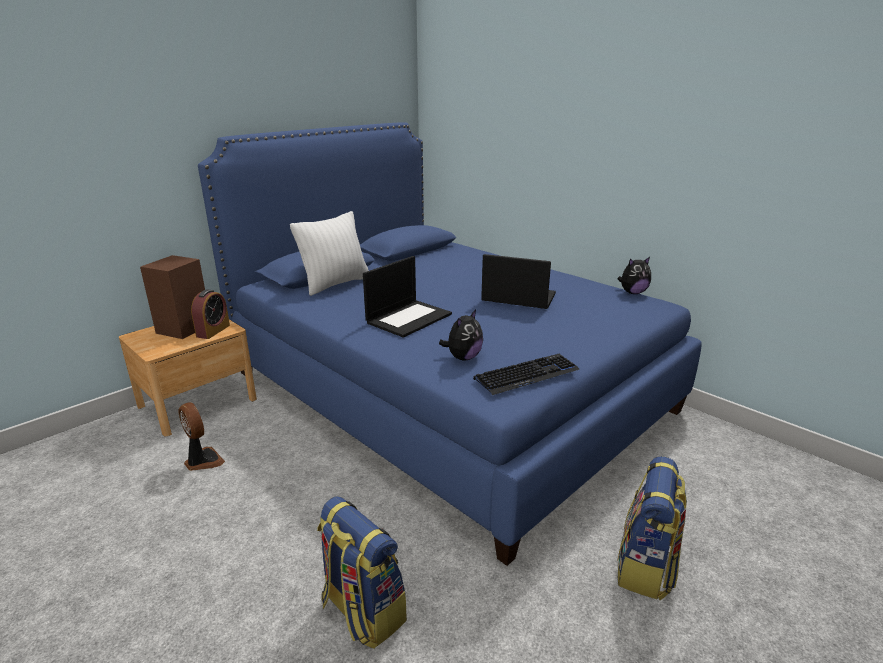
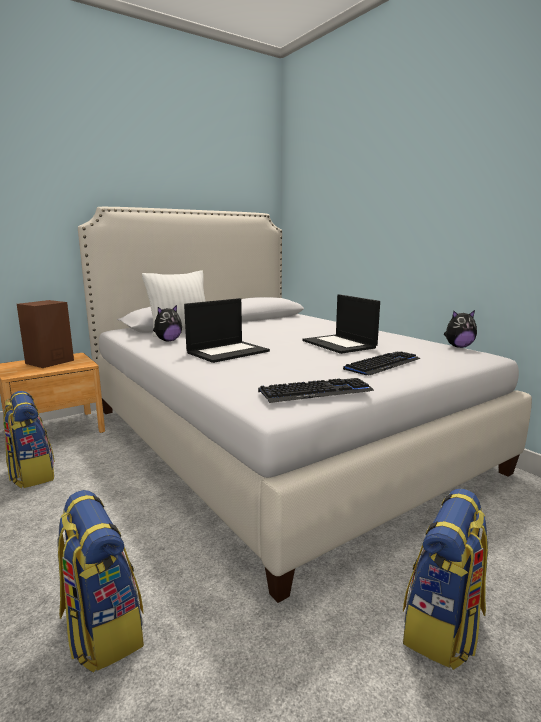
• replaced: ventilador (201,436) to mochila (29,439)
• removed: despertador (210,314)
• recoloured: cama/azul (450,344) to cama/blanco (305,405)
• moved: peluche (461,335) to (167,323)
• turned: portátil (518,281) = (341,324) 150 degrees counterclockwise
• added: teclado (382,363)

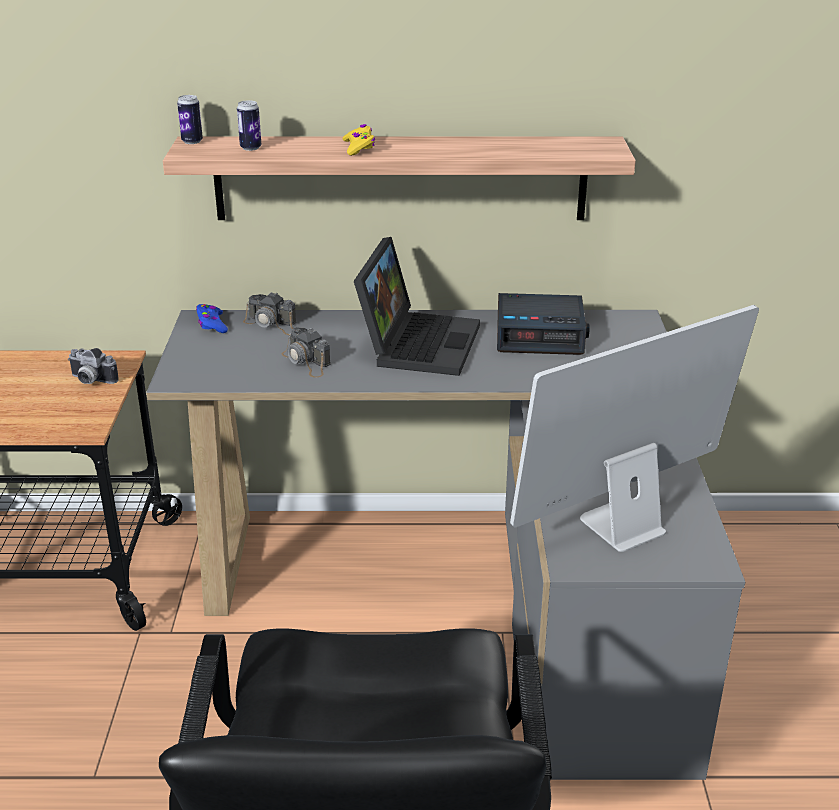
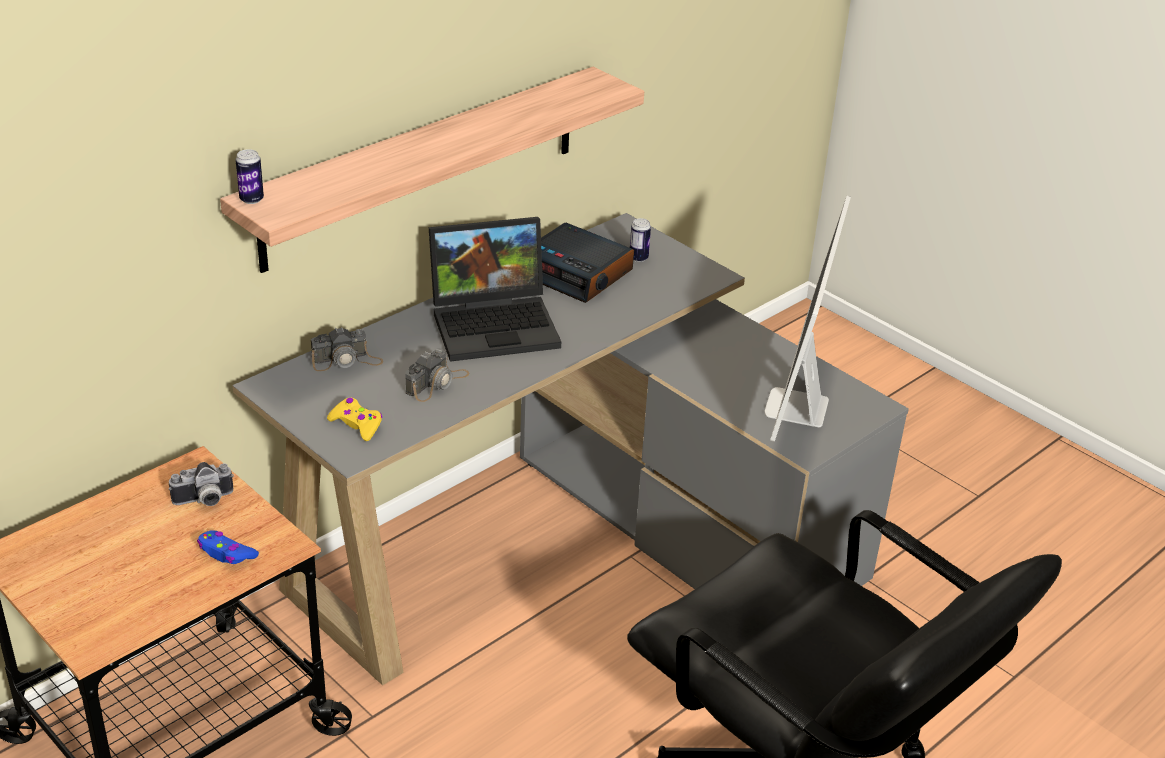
• moved: mando de consola/azul (212,318) to (228,547)
• moved: lata (249,125) to (640,240)
• turned: cámara (306,352) = (437,375) 60 degrees counterclockwise
• moved: mando de consola/amarillo (358,140) to (354,419)
• turned: portátil (417,306) = (495,289) 105 degrees clockwise
• turned: despertador (543,324) = (587,263) 75 degrees clockwise

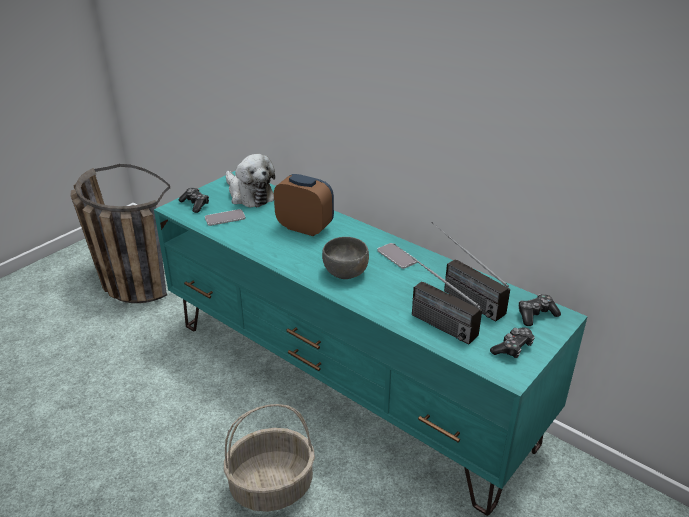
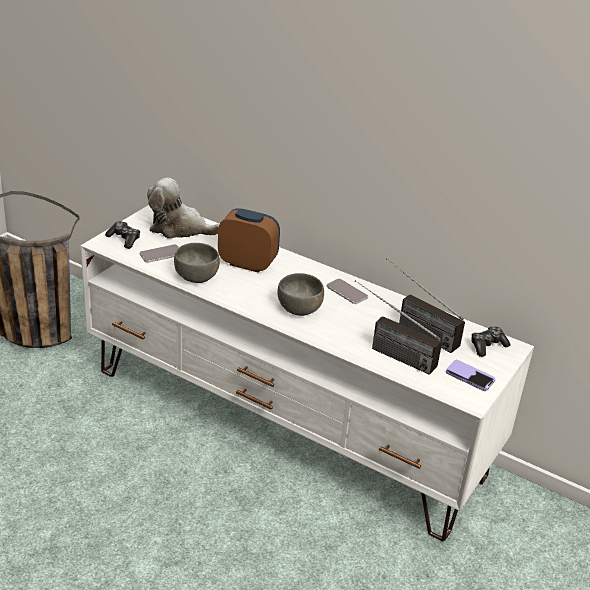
• recoloured: mueble de televisión/turquesa (371,343) to mueble de televisión/blanco (307,373)
• removed: cesta (269,458)
• turned: peluche (250,180) = (183,208) 150 degrees clockwise
• replaced: mando de consola (512,342) to móvil (470,375)
• added: cuenco/gris (197,263)

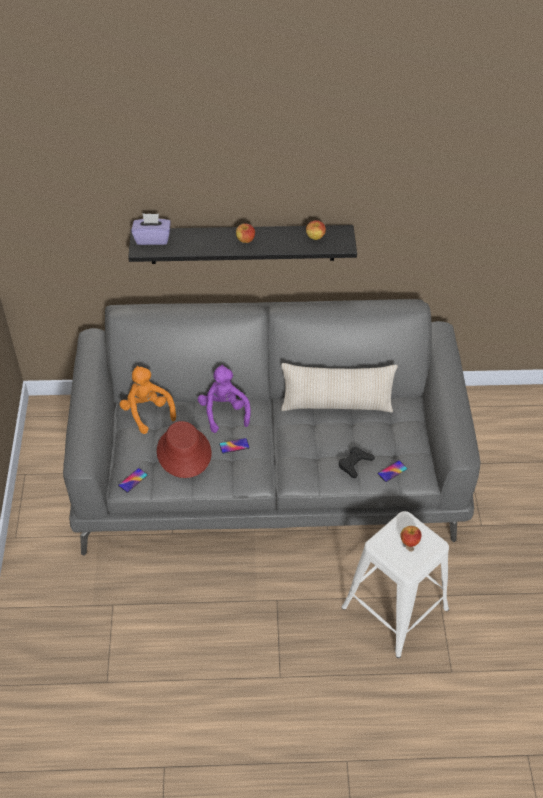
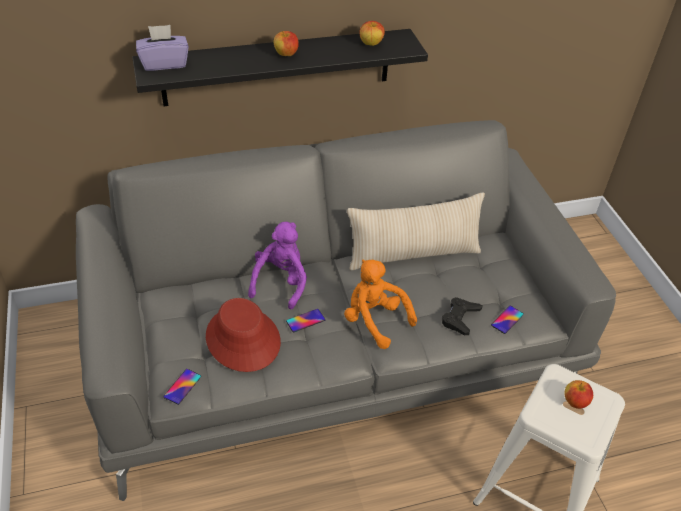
• moved: peluche/naranja (147,400) to (380,304)
• turned: peluche/morado (224,399) = (277,265) 45 degrees clockwise

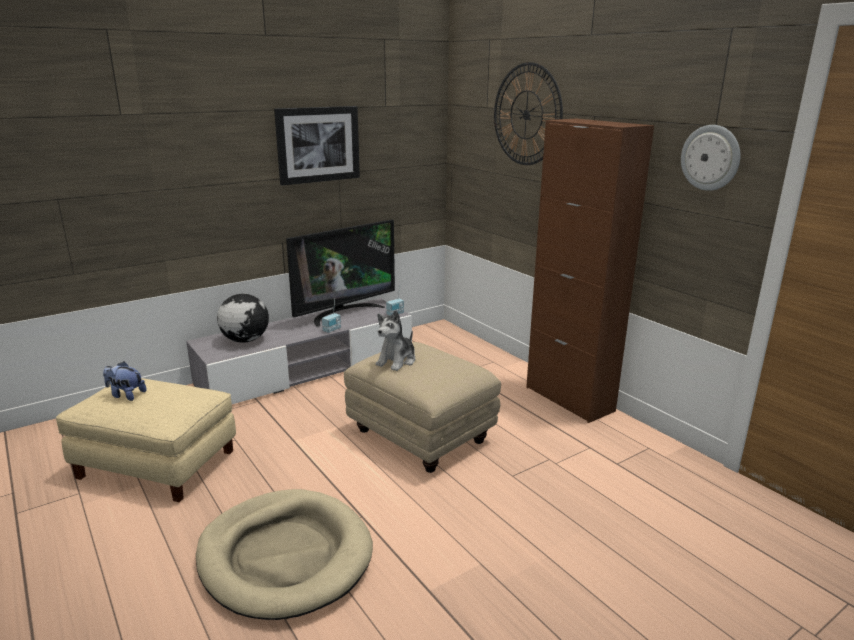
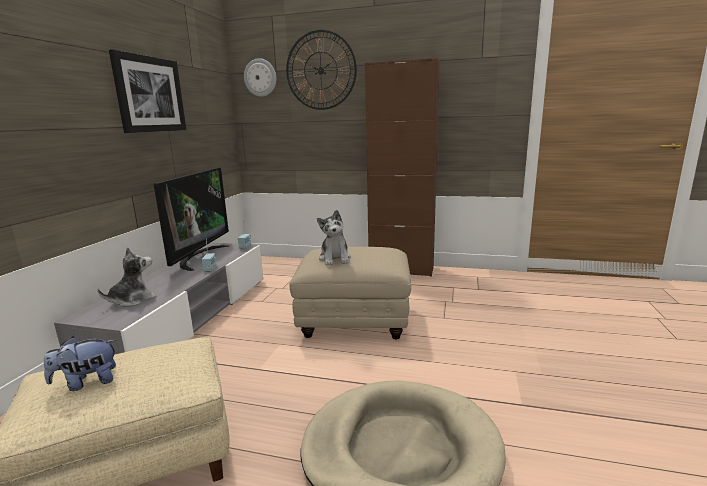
• replaced: globo terráqueo (243,318) to peluche (127,277)
• moved: reloj de pared (710,158) to (260,77)

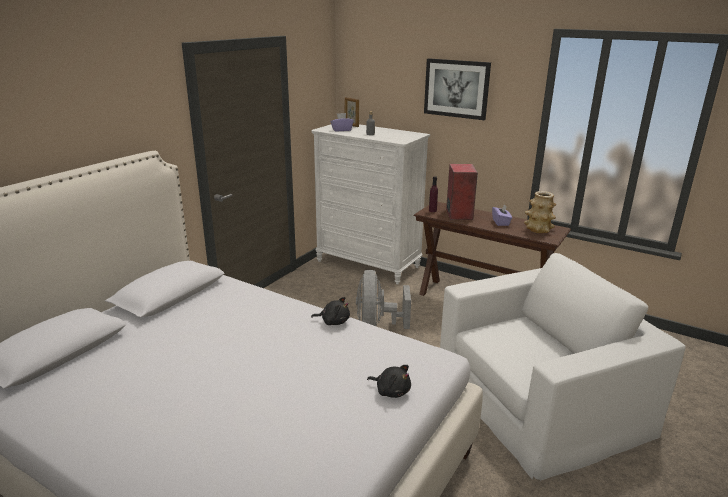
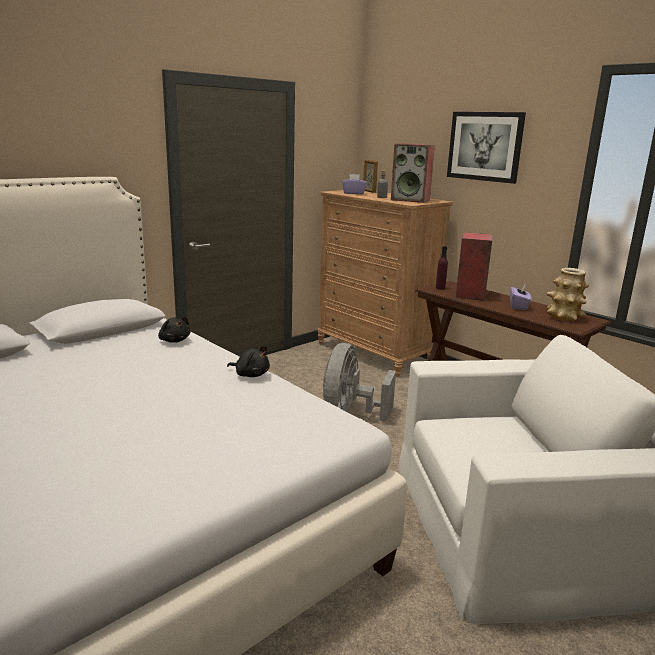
• recoloured: cómoda/blanco (370,204) to cómoda/marrón (385,283)
• moved: peluche/negro (389,381) to (174,330)
• added: altavoz (413,173)

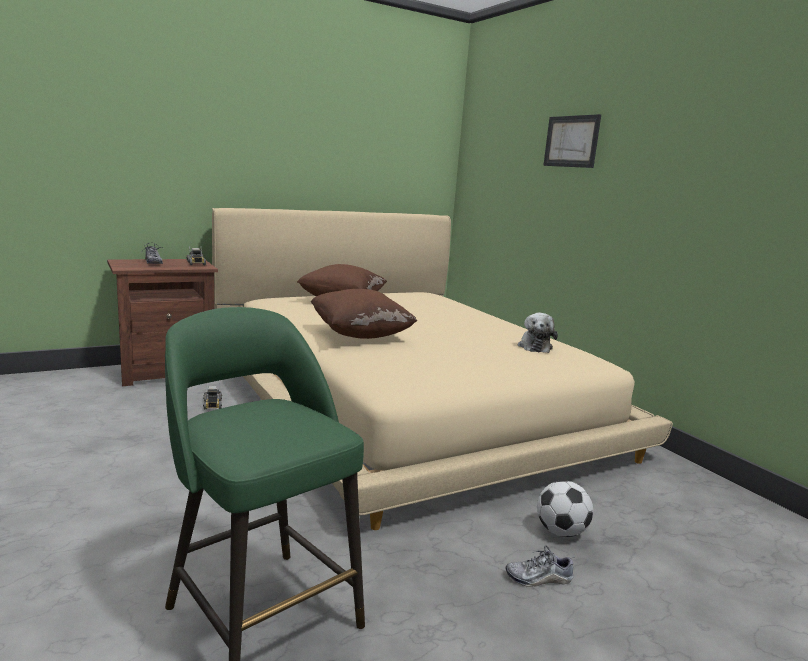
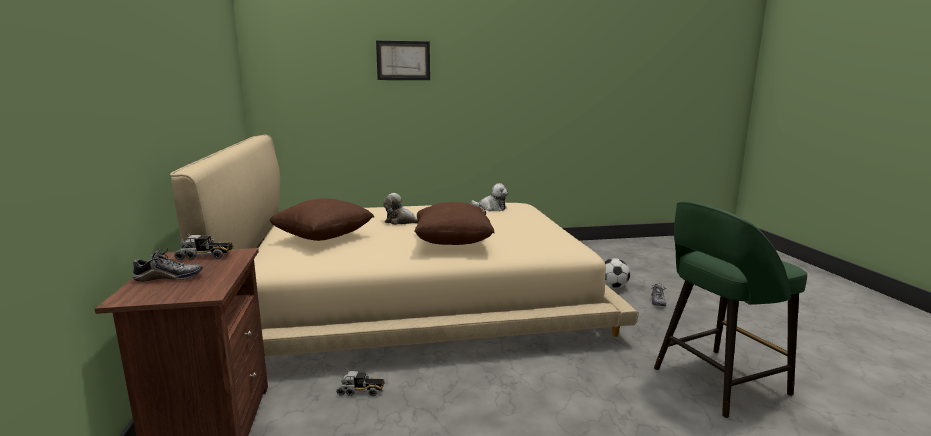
• added: peluche (400,209)

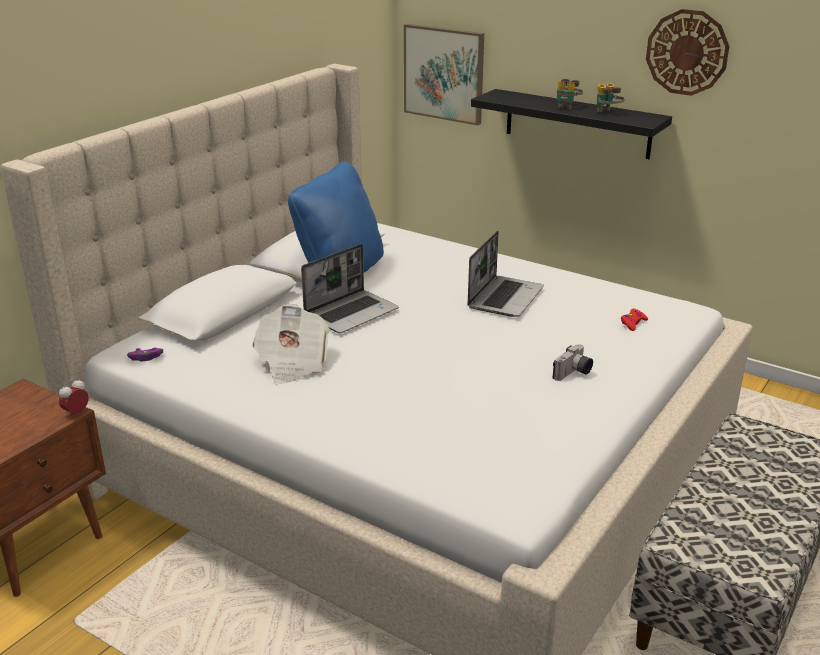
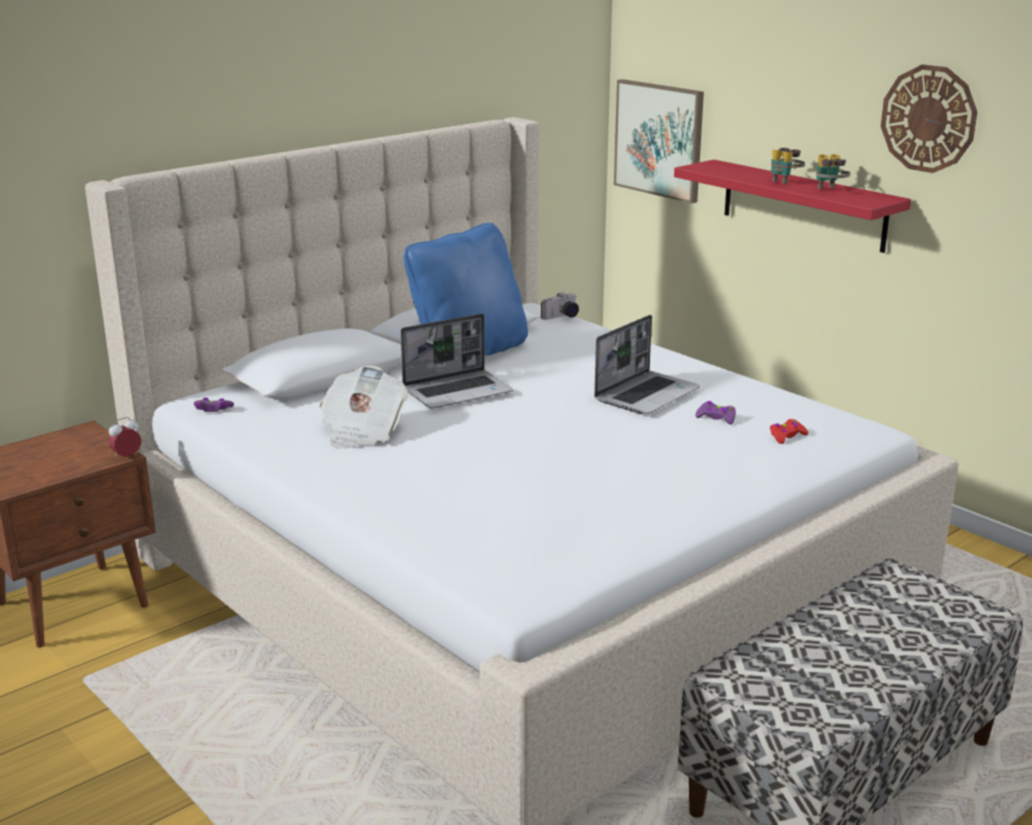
• recoloured: estante/negro (571,124) to estante/rojo (792,206)
• moved: cámara (573,362) to (560,306)
• added: mando de consola/morado (715,412)

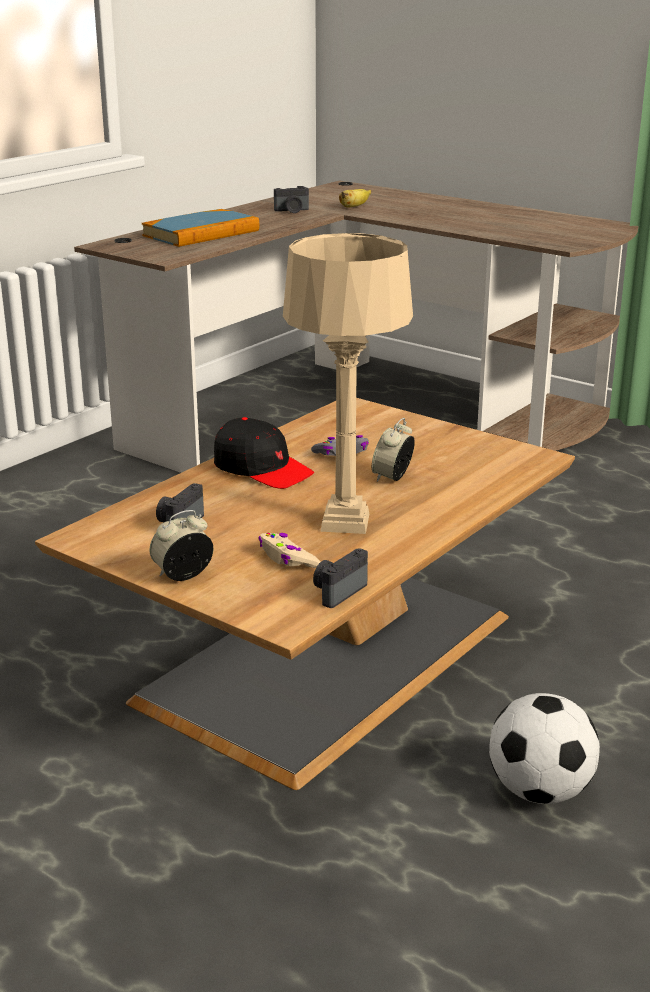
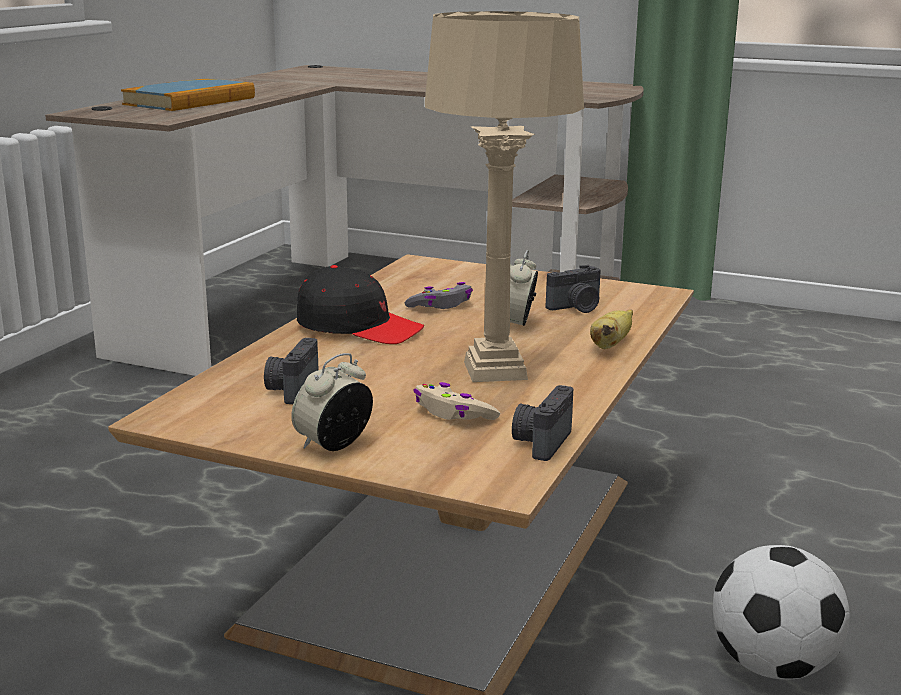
• moved: cámara (291,199) to (573,289)
• moved: plátano (355,198) to (611,329)

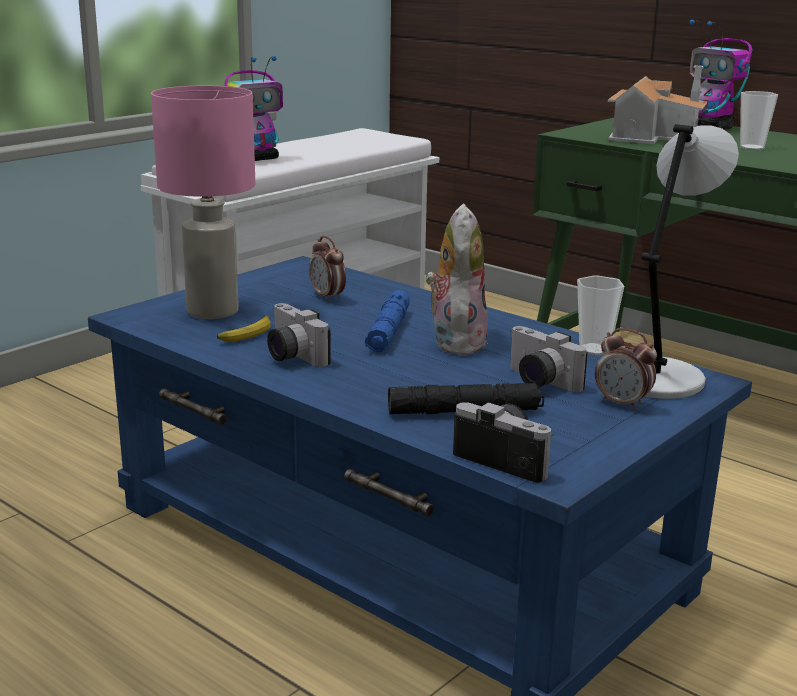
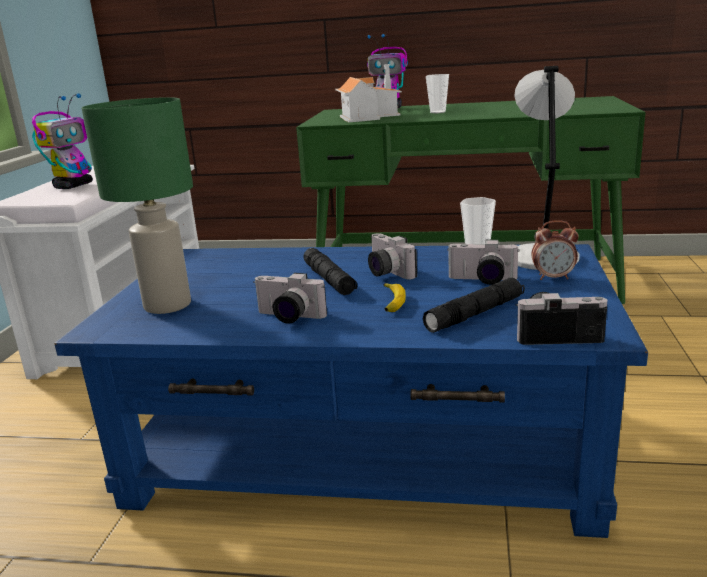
• recoloured: lámpara de mesa/rosa (203,202) to lámpara de mesa/verde (137,205)
• moved: plátano (244,328) to (395,297)
• removed: despertador (327,269)
• recoloured: linterna/azul (387,321) to linterna/negro (330,271)
• replaced: peluche (457,279) to cámara (392,256)

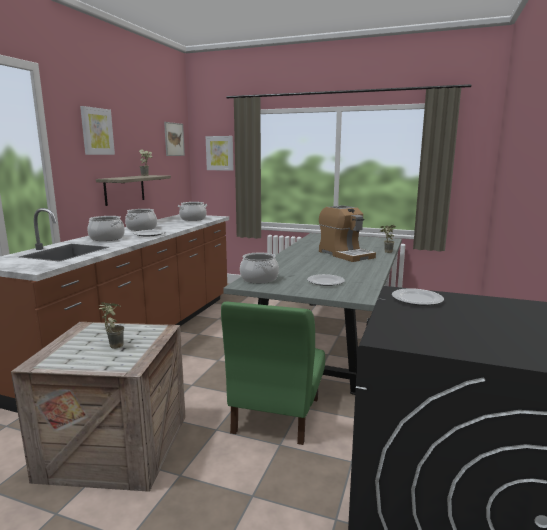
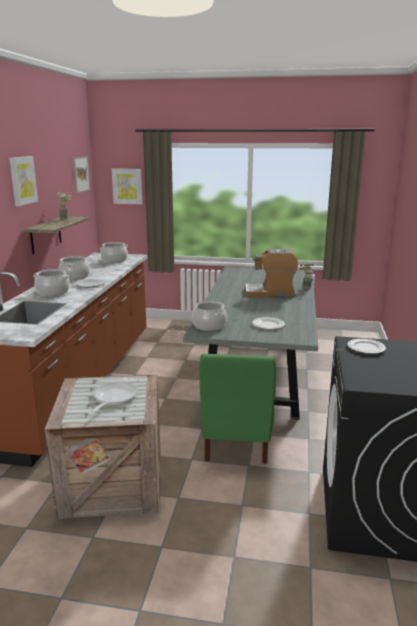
• replaced: planta en maceta (111,325) to sartén (113,398)
• turned: cafetera (347,234) = (271,273) 135 degrees clockwise

